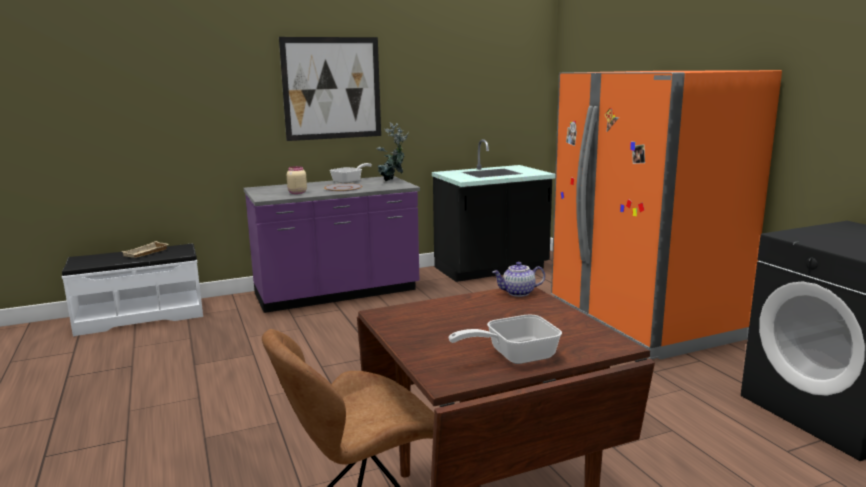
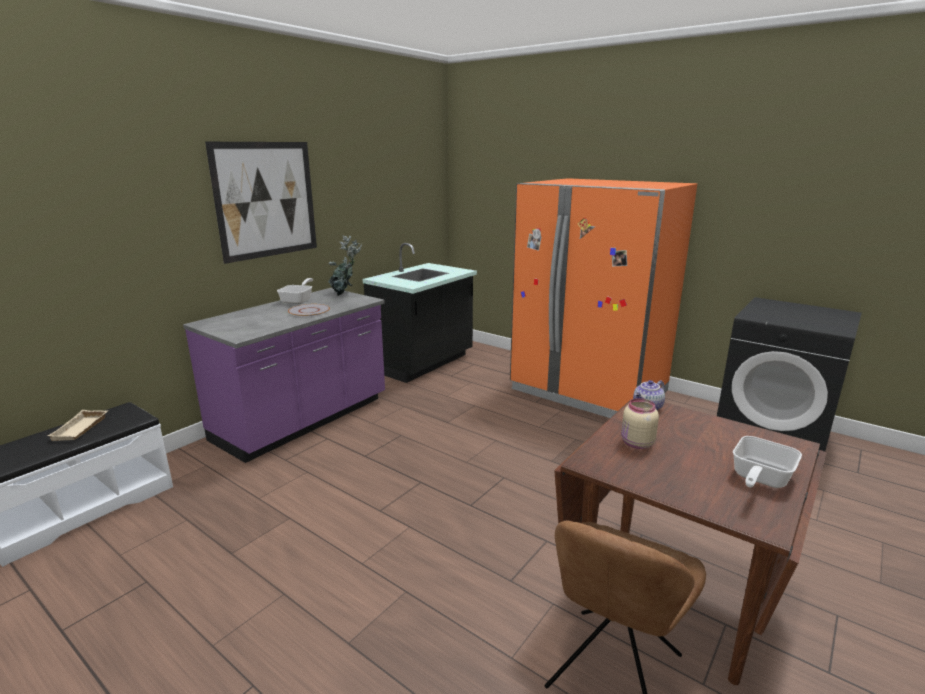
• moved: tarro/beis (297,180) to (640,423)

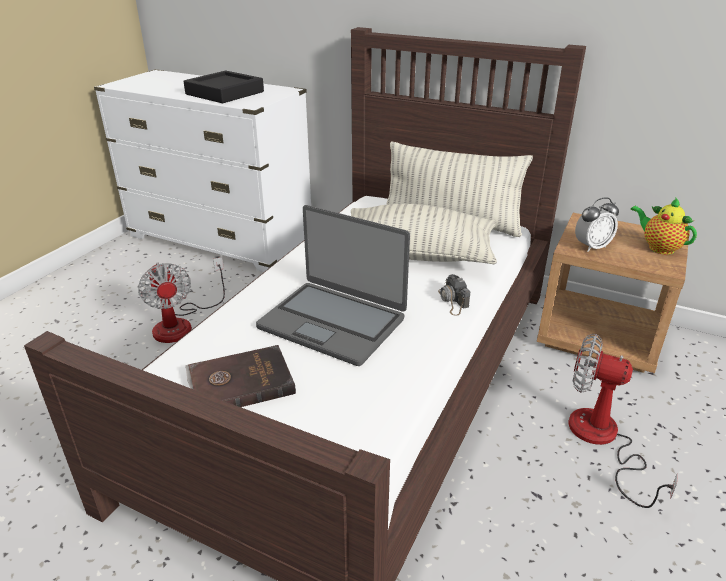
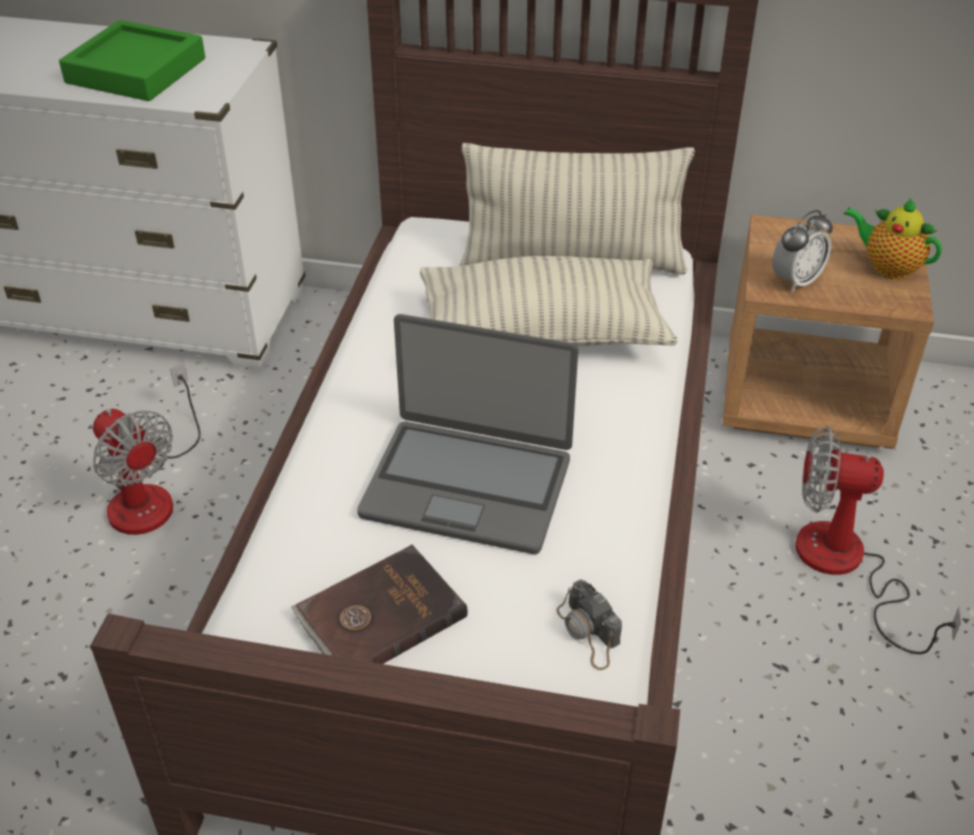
• recoloured: bandeja/negro (223,87) to bandeja/verde (132,60)
• moved: cámara (454,295) to (589,624)

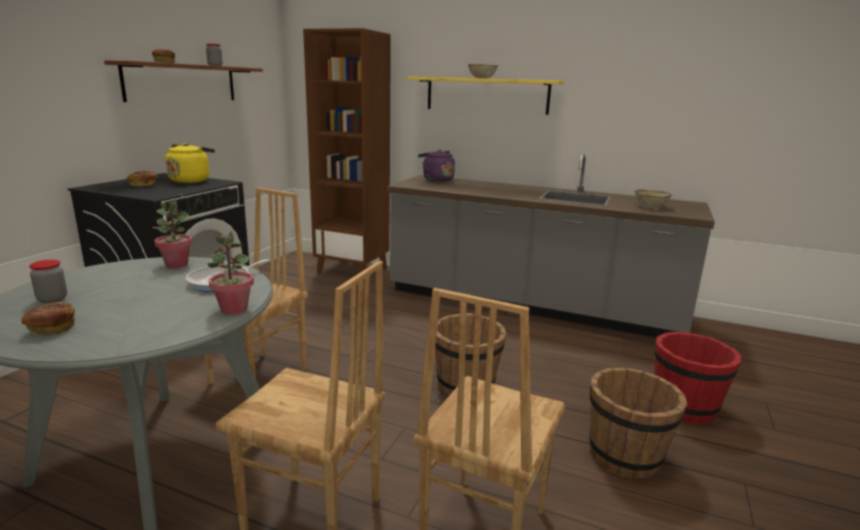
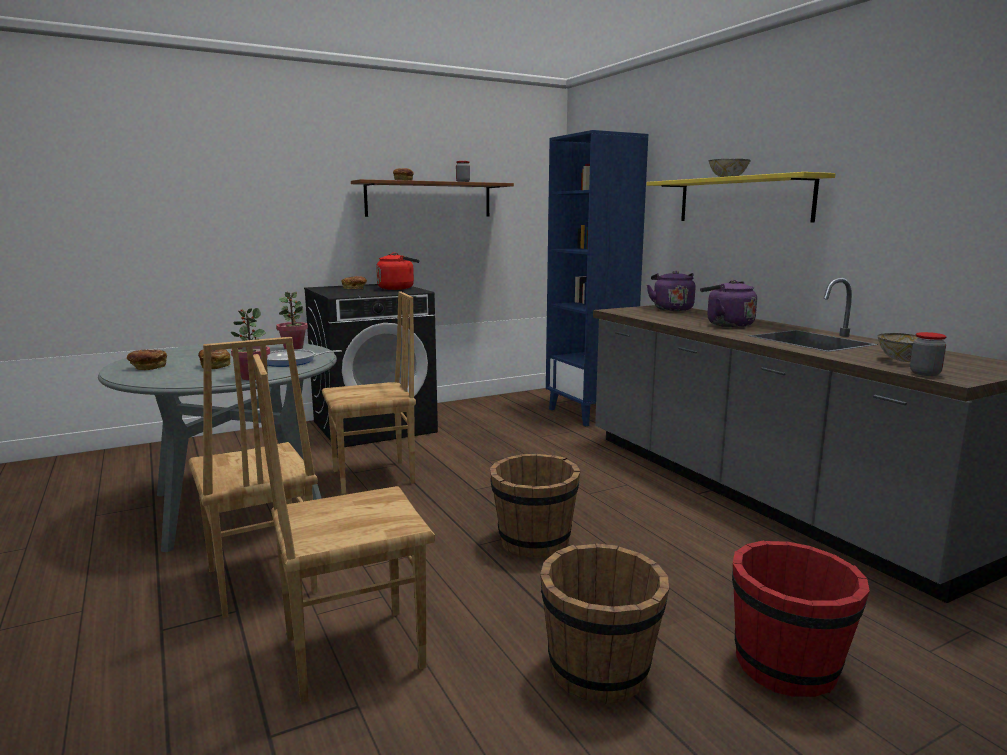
• moved: tarro (48,281) to (928,354)
• recoloured: hervidor/amarillo (189,163) to hervidor/rojo (398,271)
• recoloured: estantería/marrón (347,155) to estantería/azul (597,278)
• added: pan (214,359)
• added: hervidor/morado (728,303)

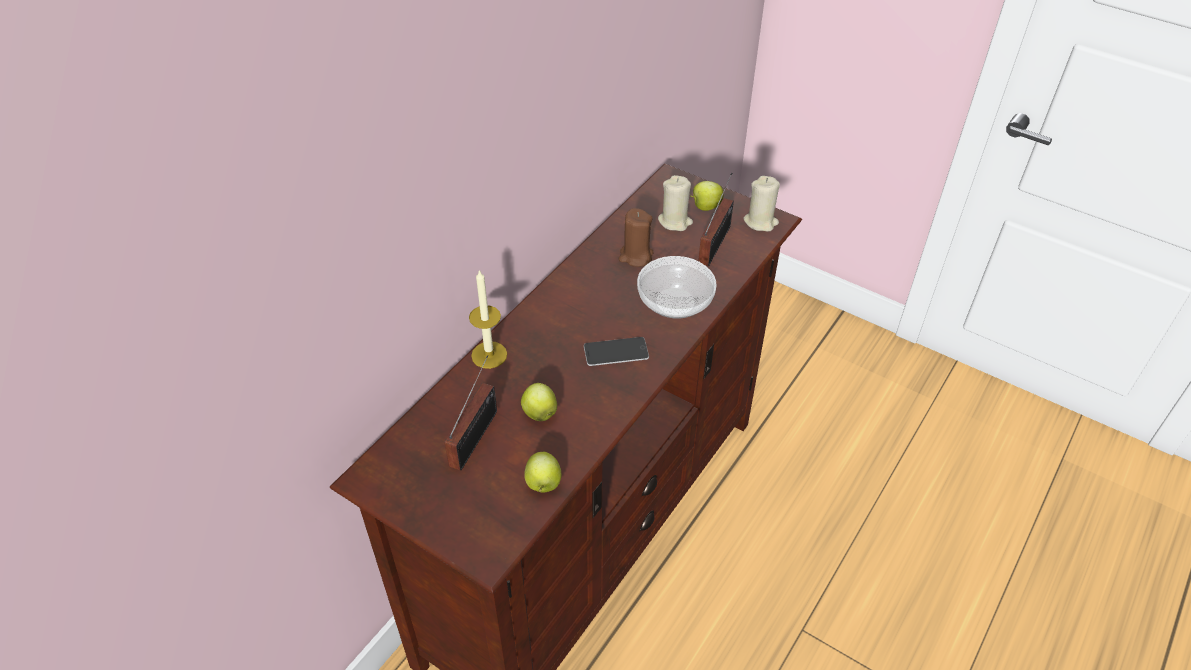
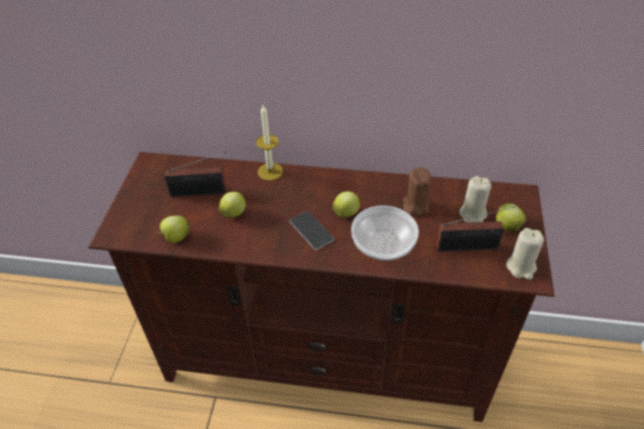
• added: manzana (346,204)

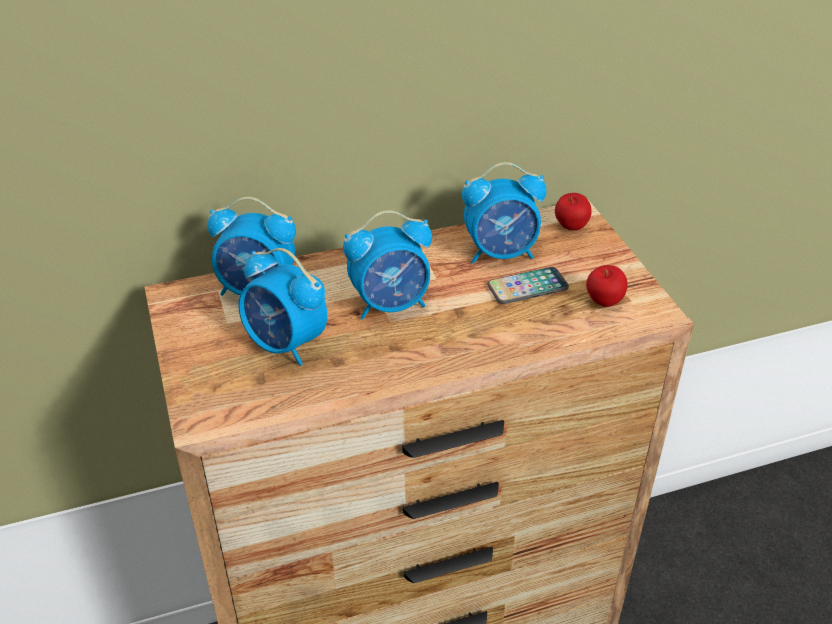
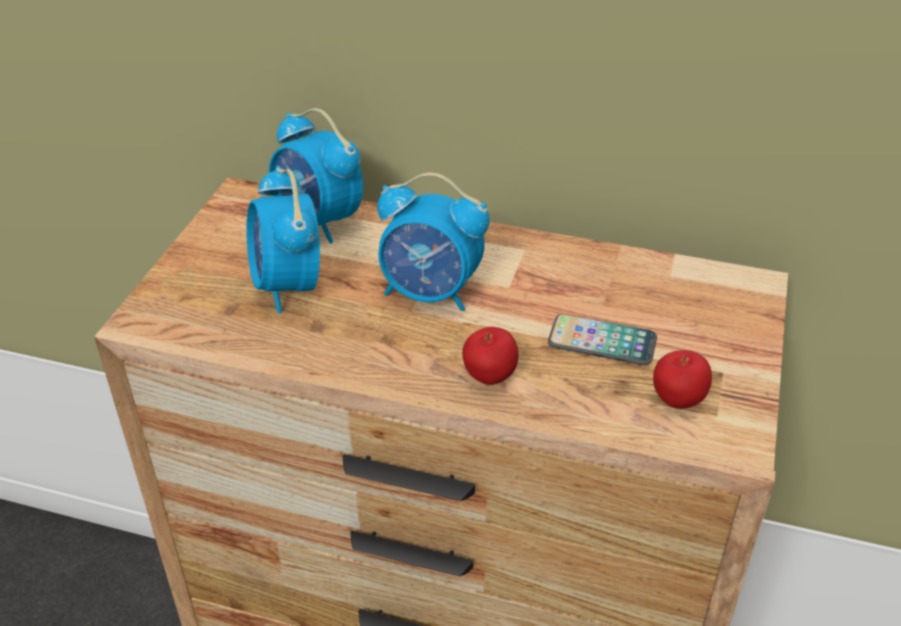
• removed: despertador (504,213)
• moved: manzana (573,212) to (490,356)

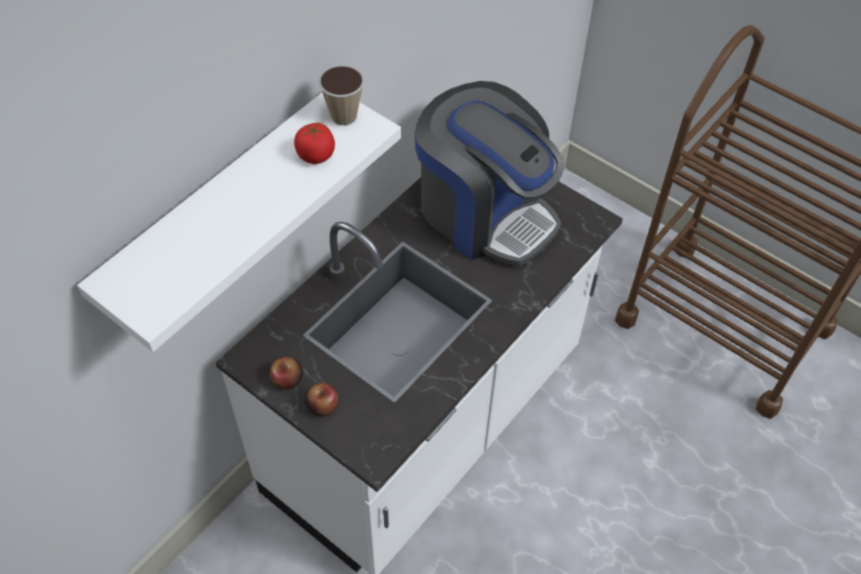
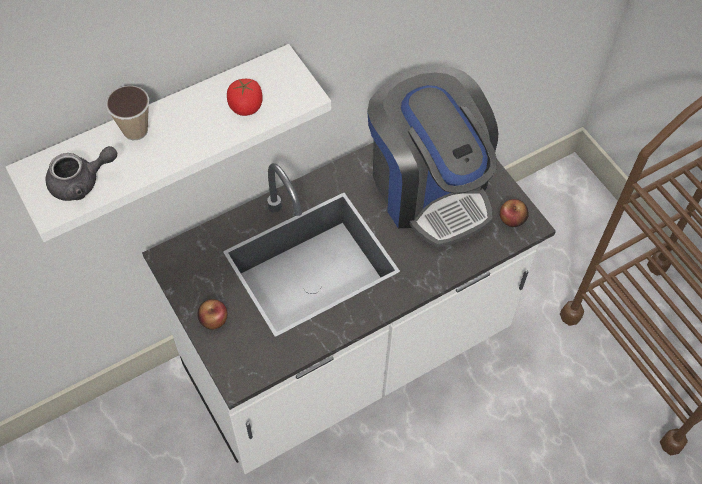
• moved: manzana (286,372) to (514,213)
• moved: taza (341,95) to (127,113)
• added: tetera/gris (82,173)

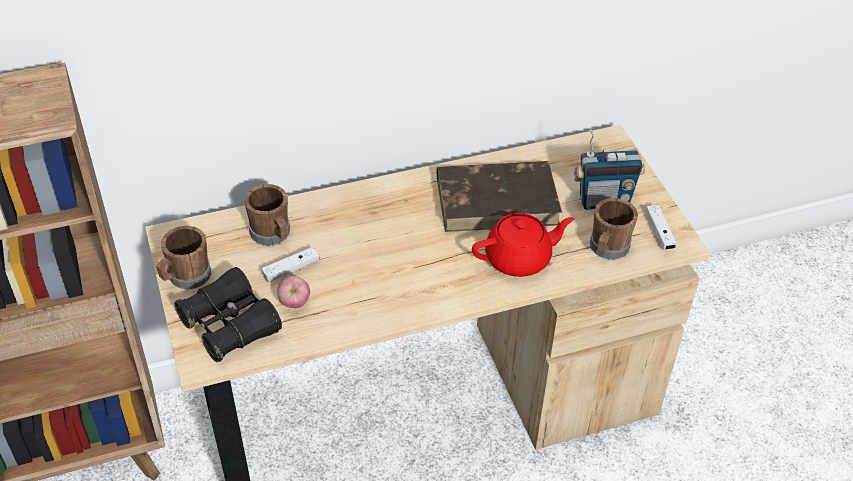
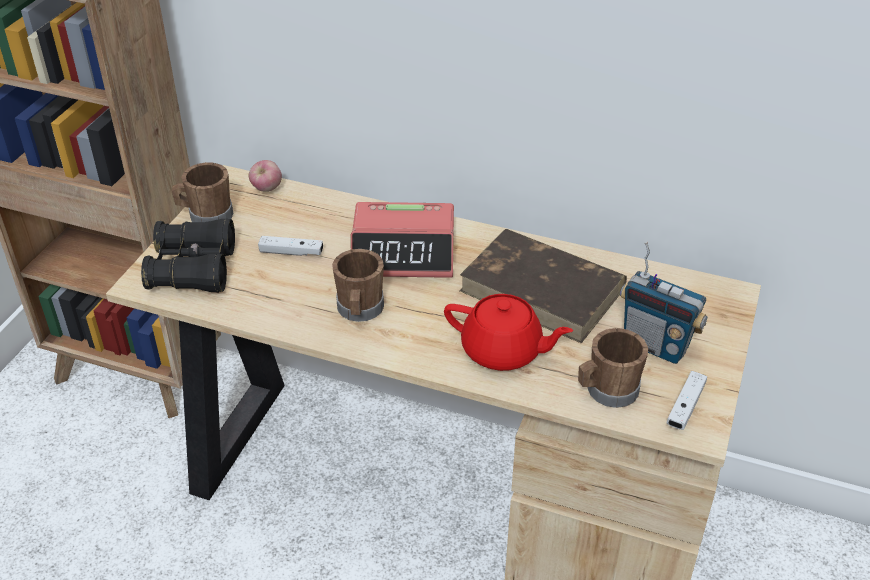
• moved: taza grande/marrón (267,215) to (358,285)
• moved: manzana (293,292) to (265,176)
• added: despertador (402,240)

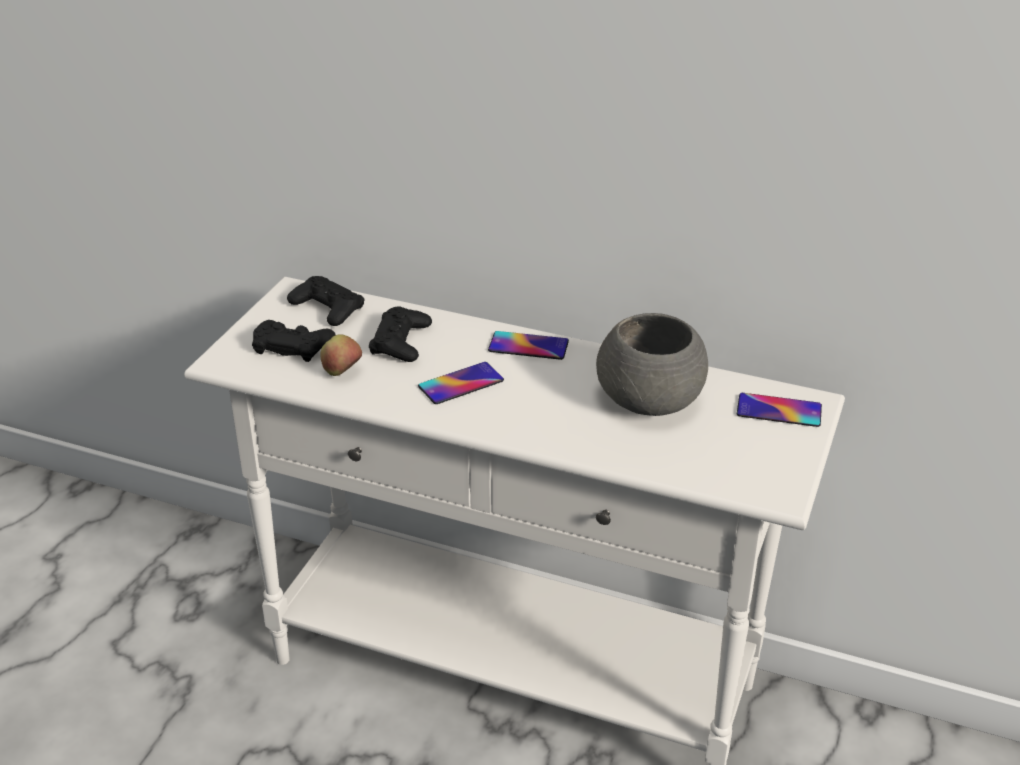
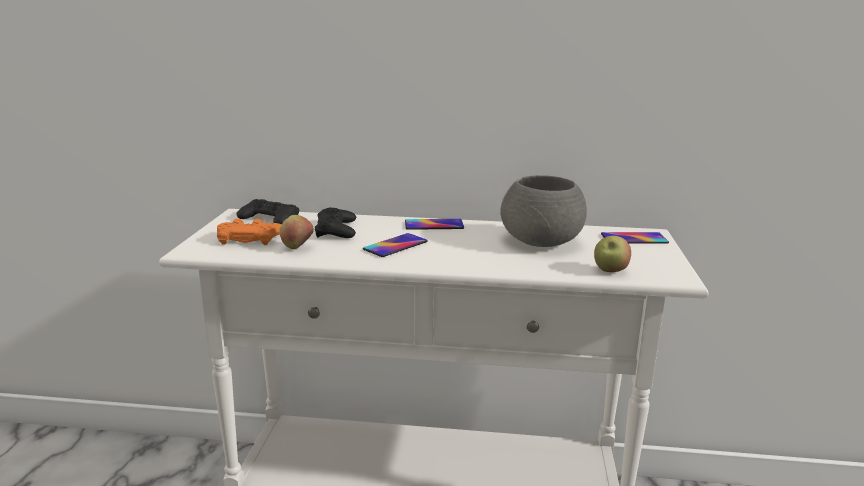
• recoloured: mando de consola/negro (293,341) to mando de consola/naranja (249,231)
• added: manzana (612,254)

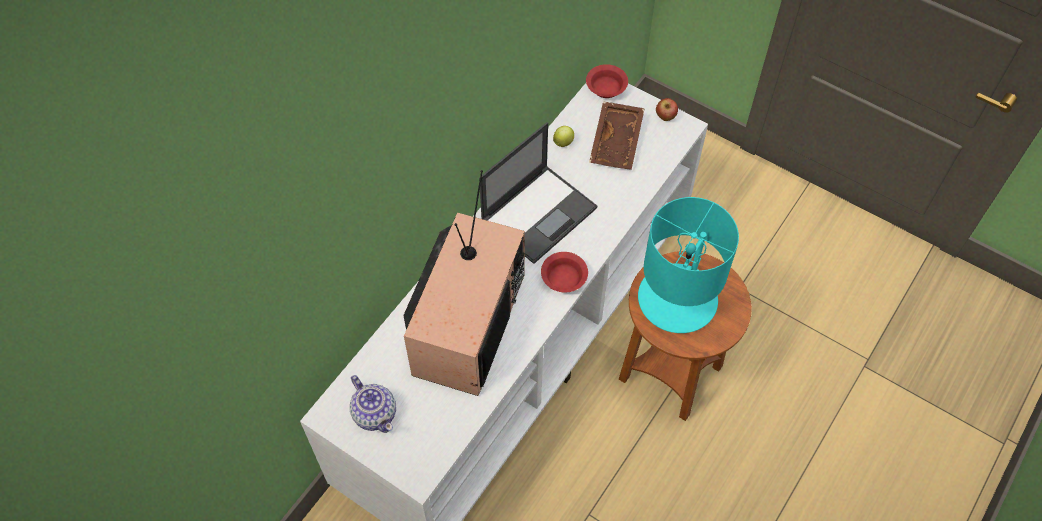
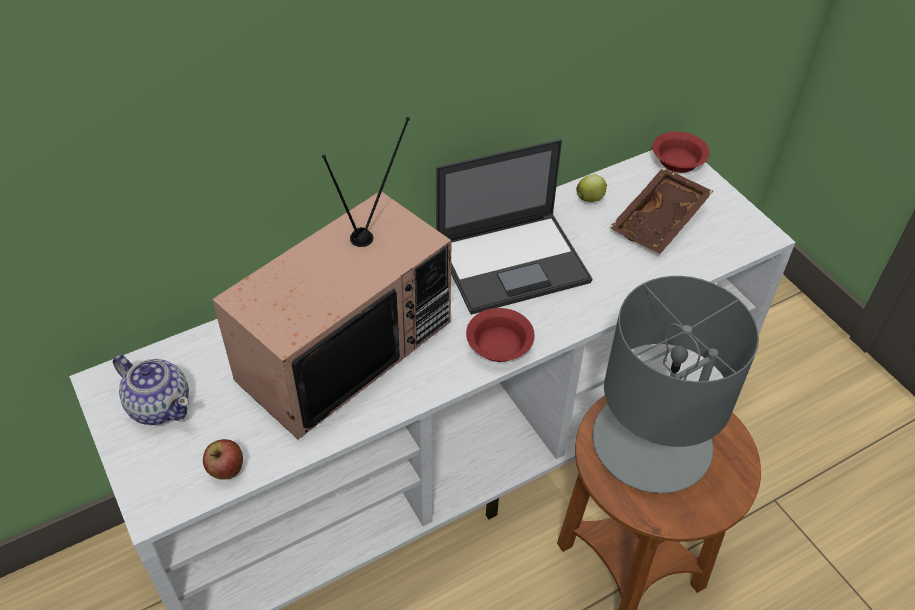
• turned: tetera (373,404) = (151,390) 45 degrees counterclockwise
• recoloured: lámpara de mesa/turquesa (688,265) to lámpara de mesa/gris (676,385)
• moved: manzana (667,109) to (223,459)

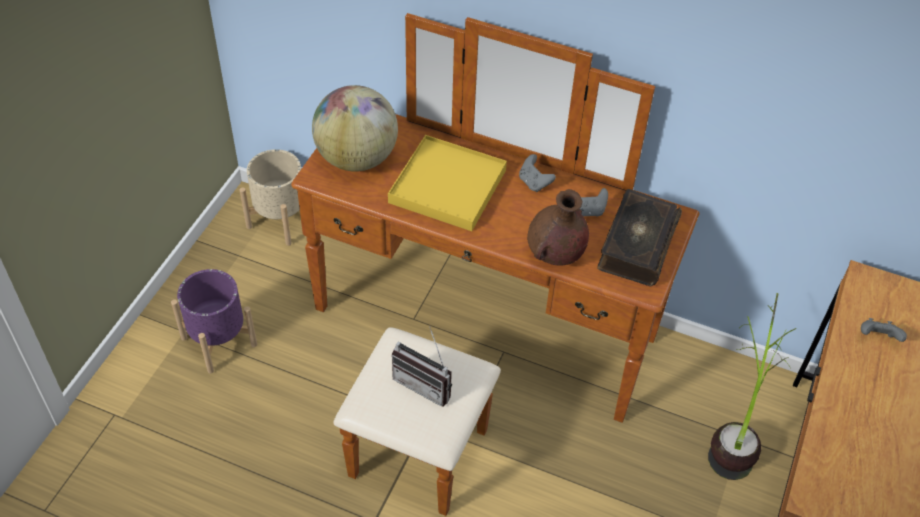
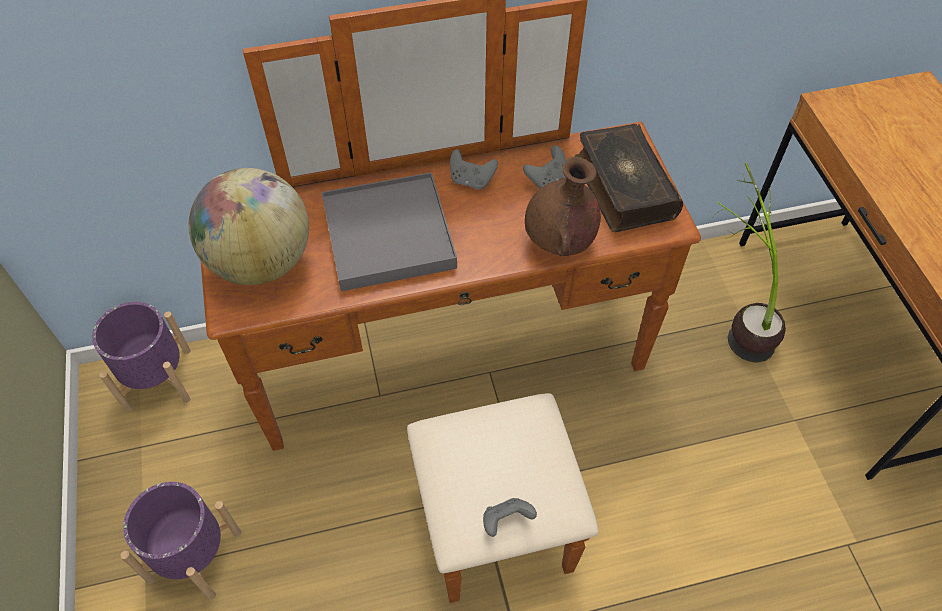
• recoloured: maceta/beis (270,197) to maceta/morado (141,357)
• recoloured: bandeja/amarillo (447,183) to bandeja/gris (389,231)
• removed: radio (422,366)
• moved: mando de consola/gris (884,330) to (510,517)

